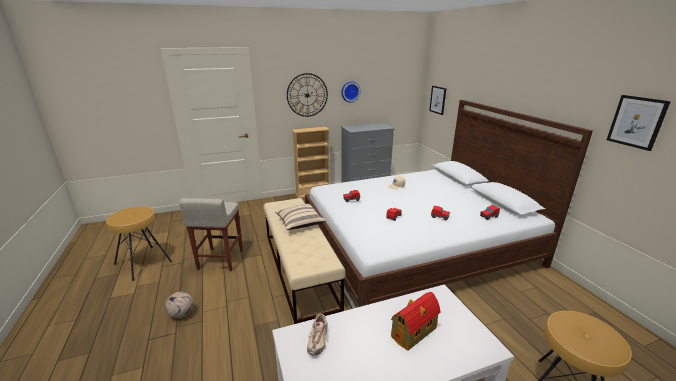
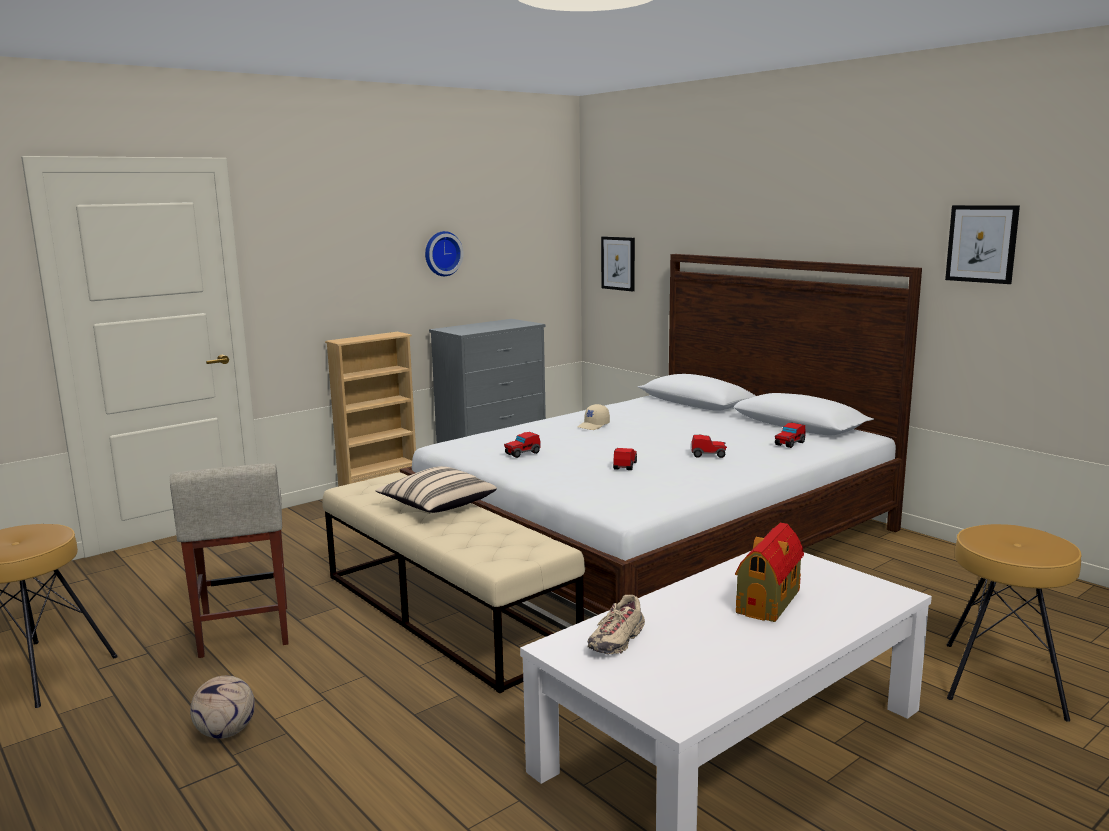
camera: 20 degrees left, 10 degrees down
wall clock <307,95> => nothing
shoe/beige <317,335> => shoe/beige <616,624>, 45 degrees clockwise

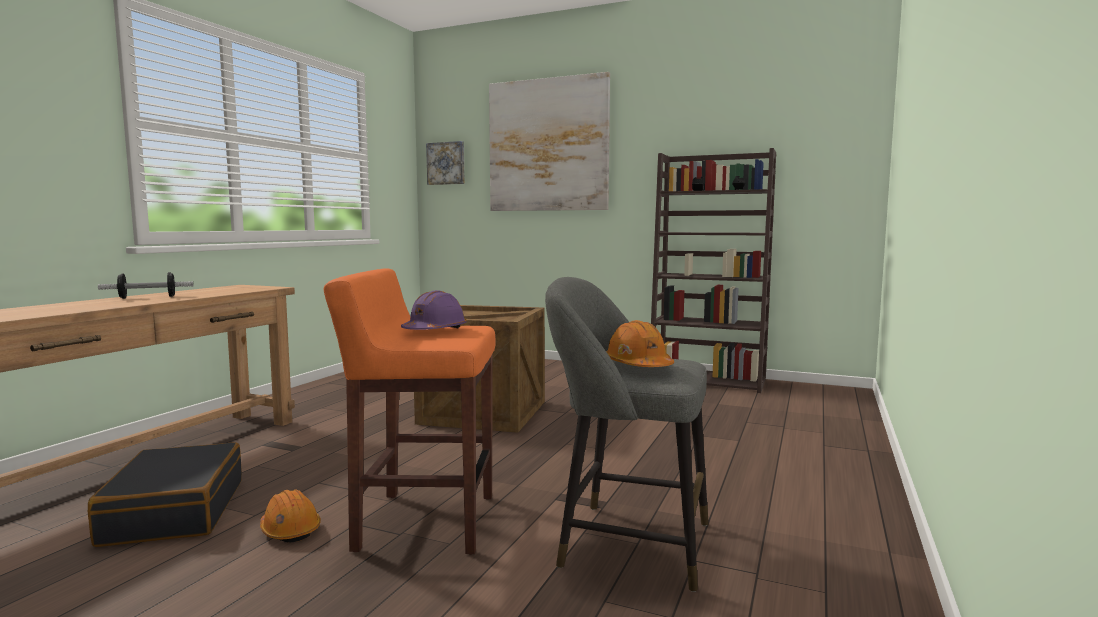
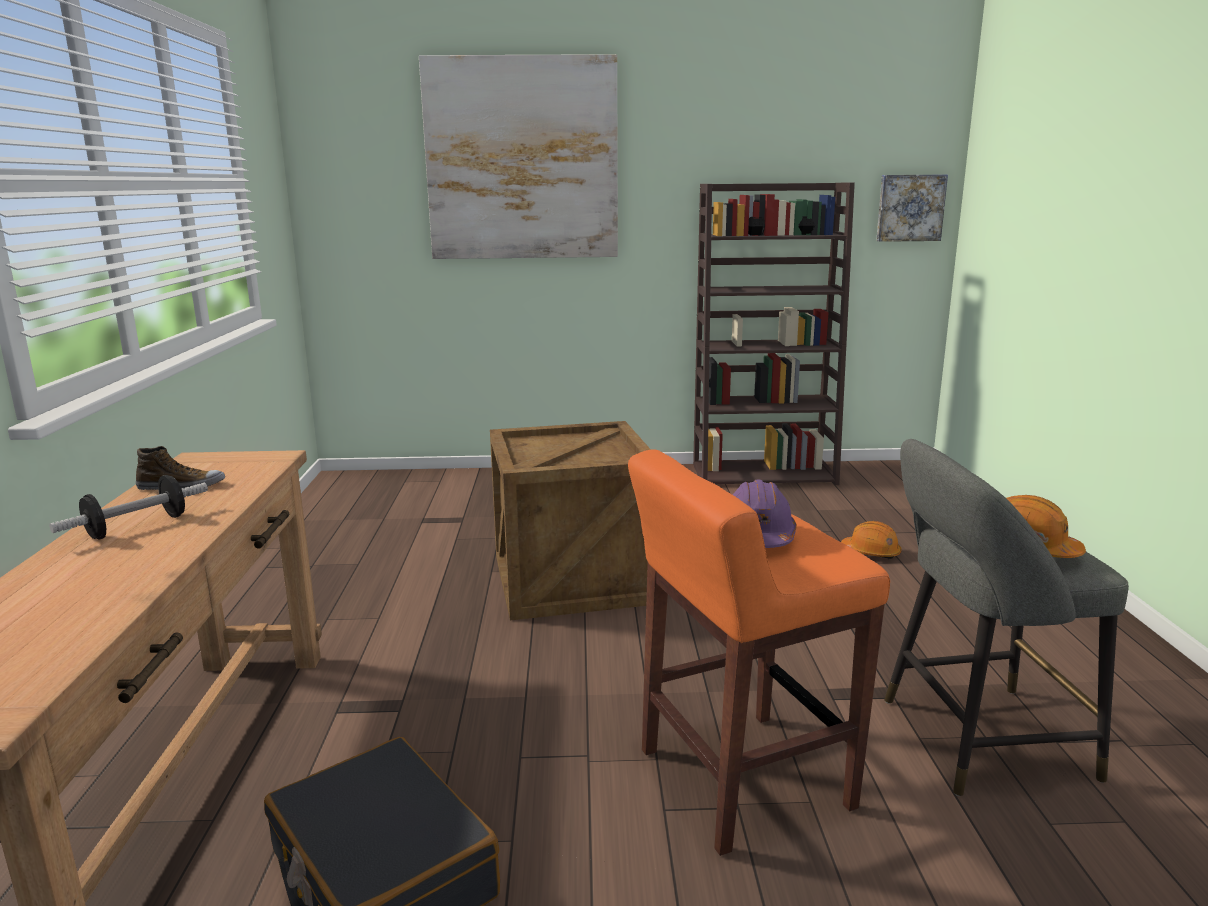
camera: 25 degrees left, 10 degrees up
hard hat/orange <290,516> => hard hat/orange <871,540>, move
picture <445,163> => picture <912,208>, move
nothing => shoe <180,468>

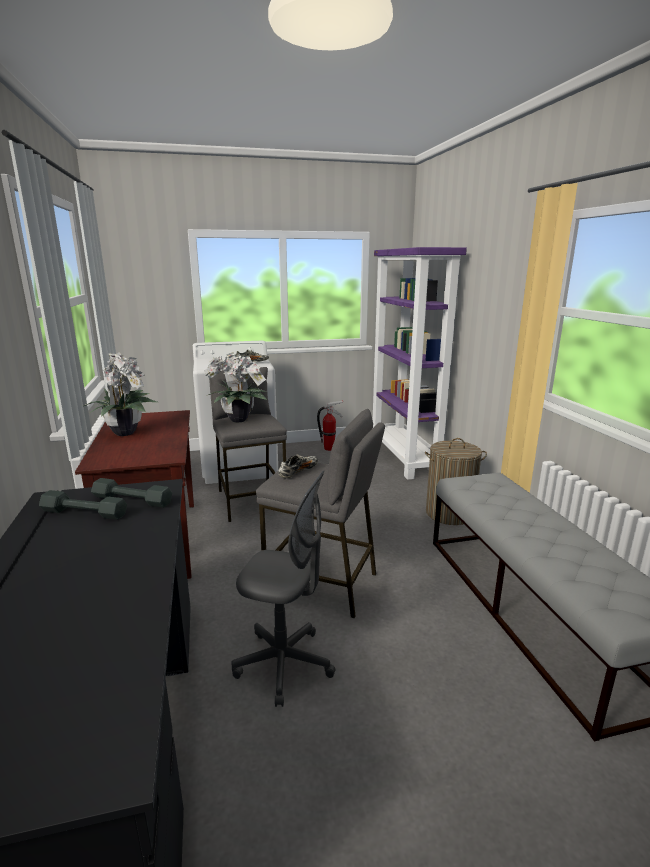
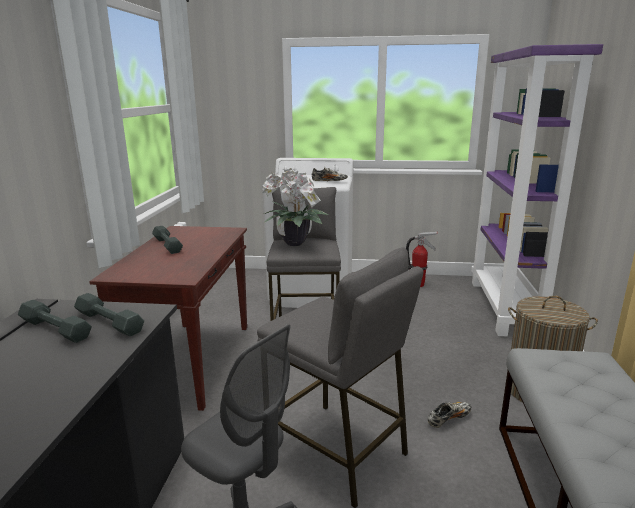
camera: 20 degrees right, 0 degrees up
potted plant <120,394> => dumbbell/grey <167,240>
shoe <298,466> => shoe <449,415>, move

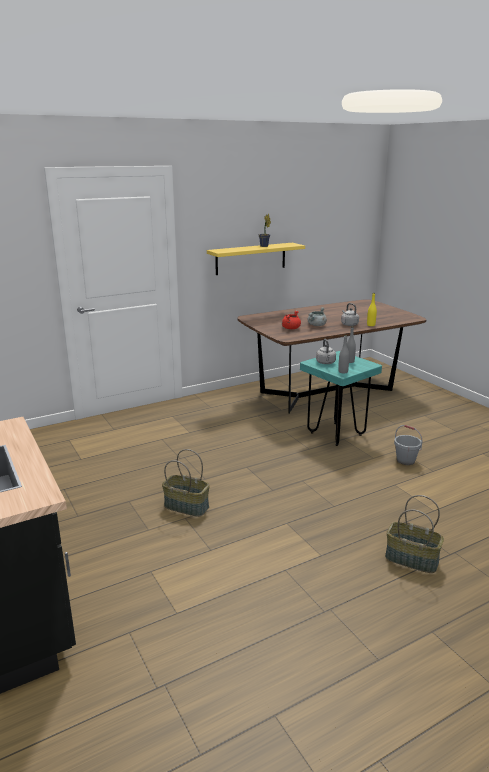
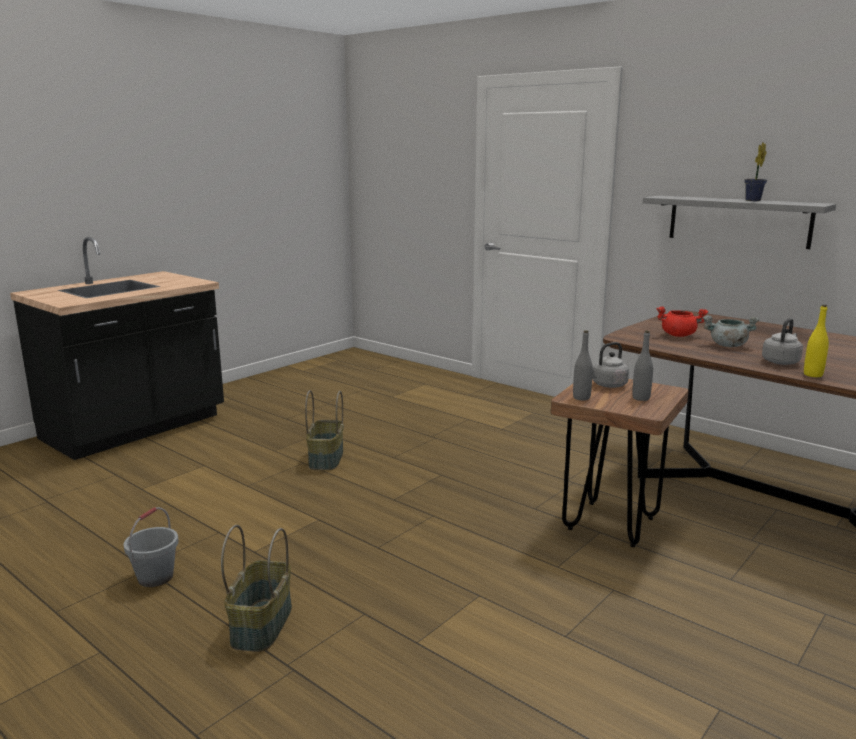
camera: 70 degrees right, 5 degrees down
shelf/yellow <256,259> => shelf/grey <739,222>
stool/turquoise <341,398> => stool/brown <620,463>
bucket/grey <408,445> => bucket/grey <151,547>, move

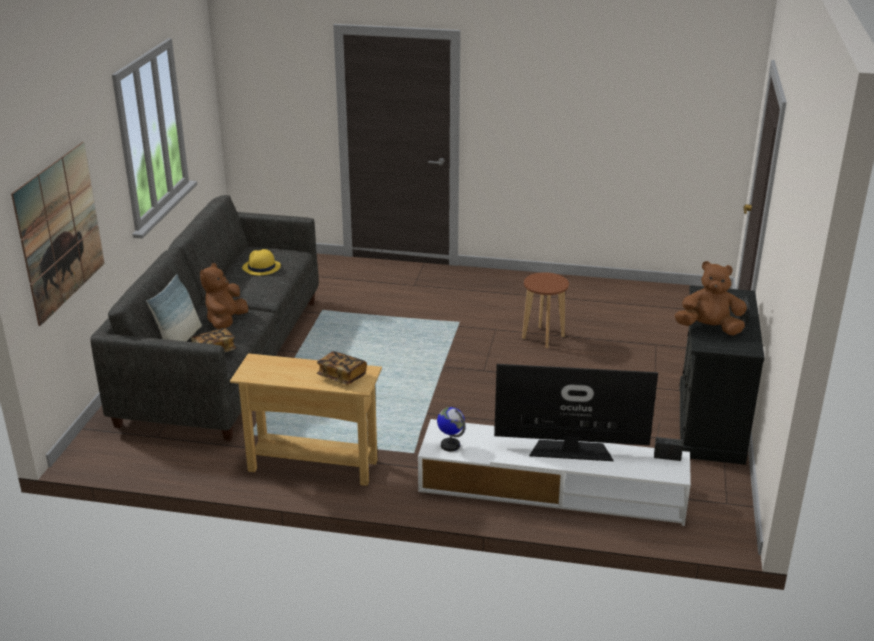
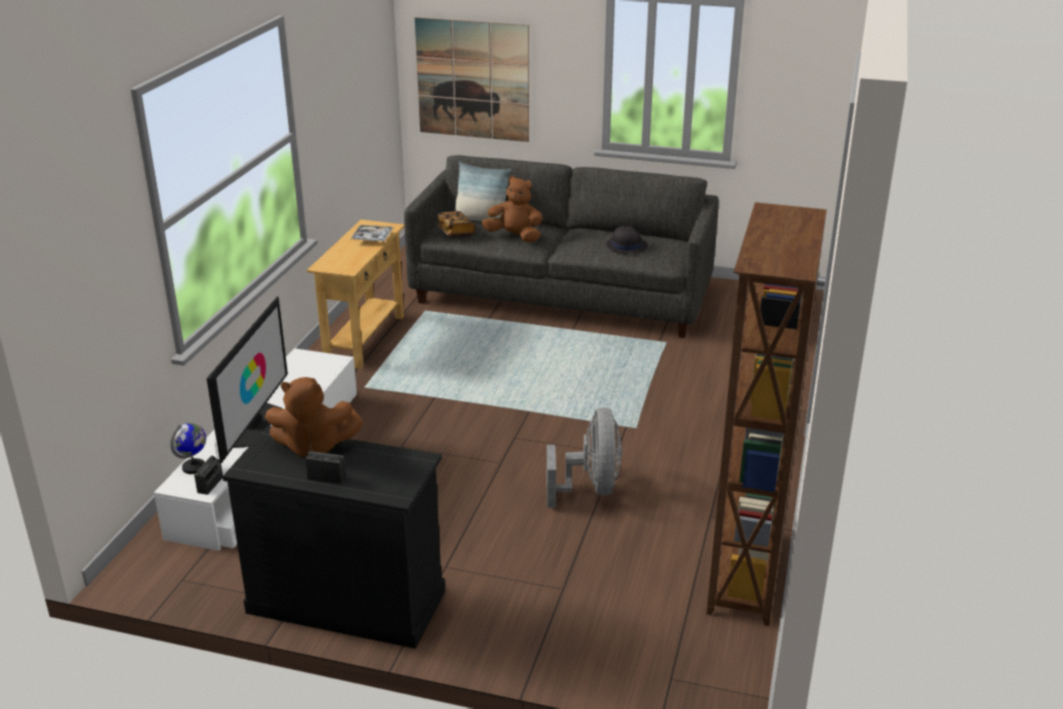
camera: 95 degrees right, 0 degrees up
hat/yellow <261,262> => hat/black <627,239>
book <342,368> => nothing
globe <451,429> => globe <188,448>, move
stool/brown <545,310> => fan/grey <584,458>
plush toy/brown <711,298> => plush toy/brown <314,417>, 75 degrees clockwise
nothing => tray <371,233>
nothing => bookcase/brown <766,414>

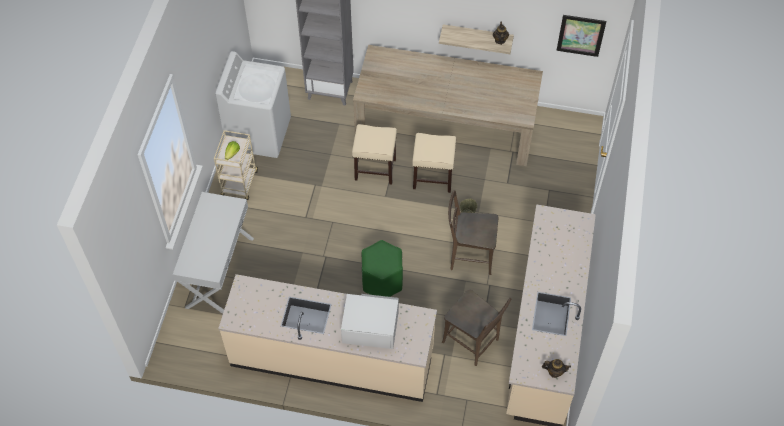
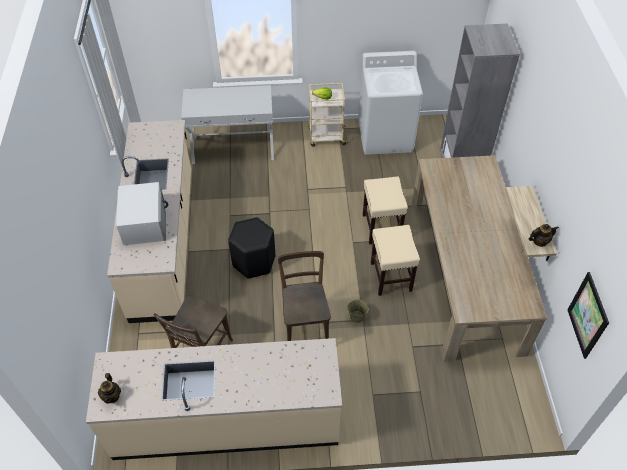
camera: 75 degrees right, 5 degrees down
stool/green <382,268> => stool/black <251,248>

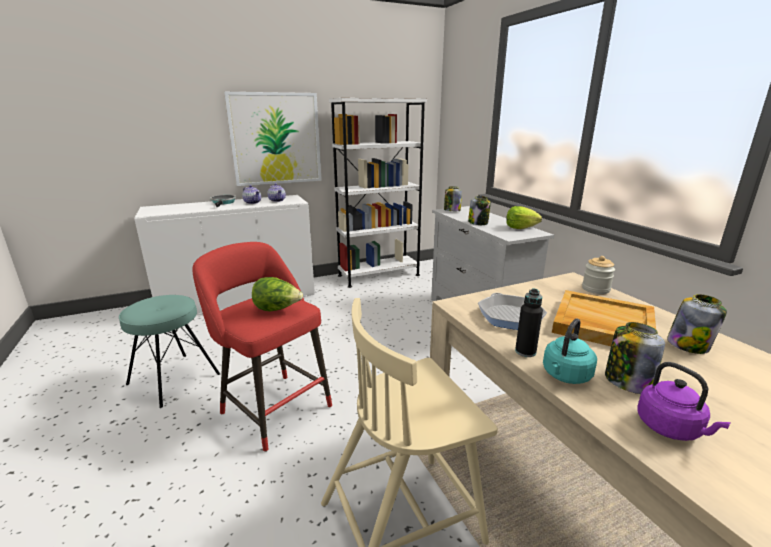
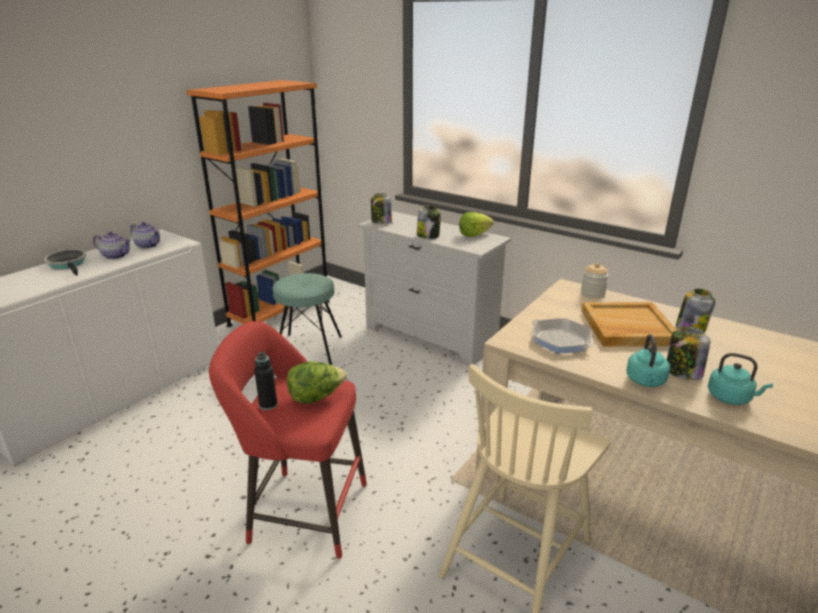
camera: 30 degrees left, 5 degrees up
stool/turquoise <169,351> => stool/turquoise <307,319>, move
picture <273,139> => nothing
bookcase/white <378,193> => bookcase/orange <258,203>
bottle/black <529,322> => bottle/black <265,381>, move
kettle/purple <684,401> => kettle/turquoise <740,379>

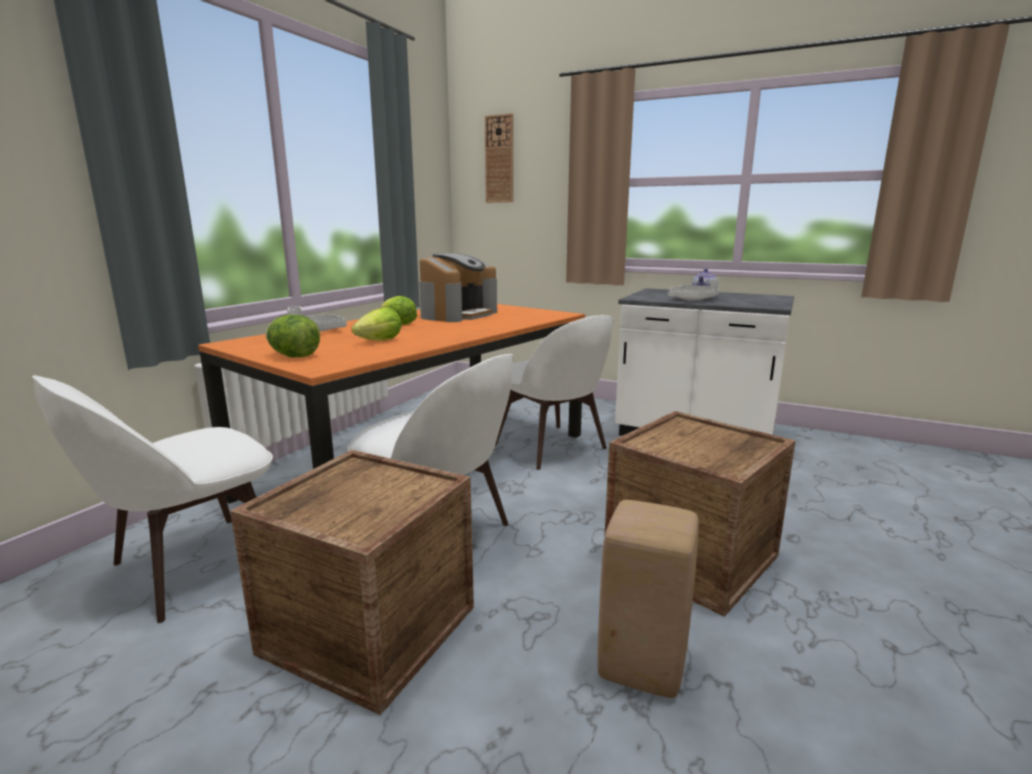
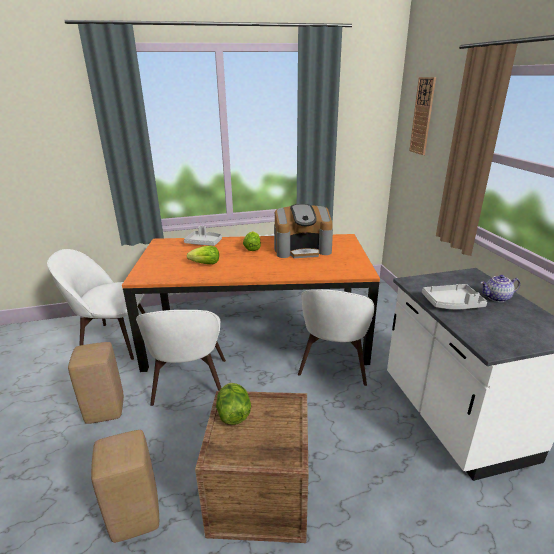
camera: 50 degrees right, 10 degrees up
crate <352,582> => stool/beige <96,383>
lettuce <293,336> => lettuce <233,404>, move

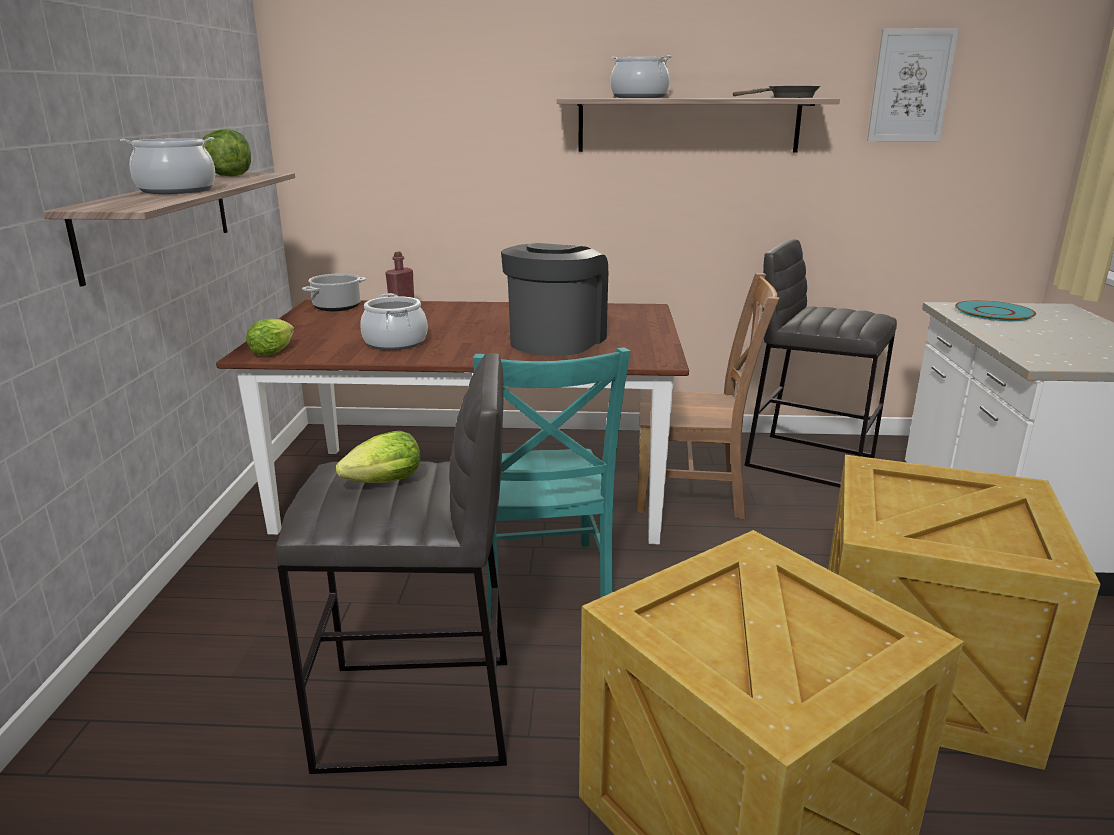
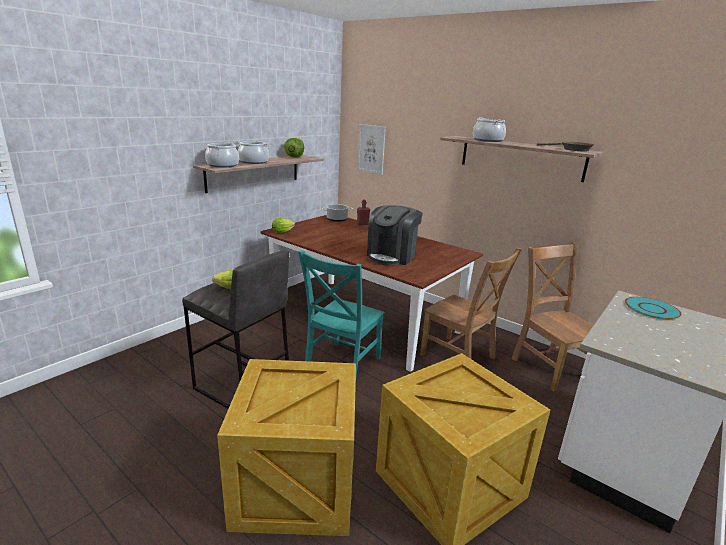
camera: 35 degrees right, 0 degrees up
cooking pot <394,321> => cooking pot <222,154>, move
coffee machine <554,299> => coffee machine <395,235>, 150 degrees clockwise
stool/grey <820,363> => chair/brown <553,316>
picture <913,84> => picture <371,149>, move

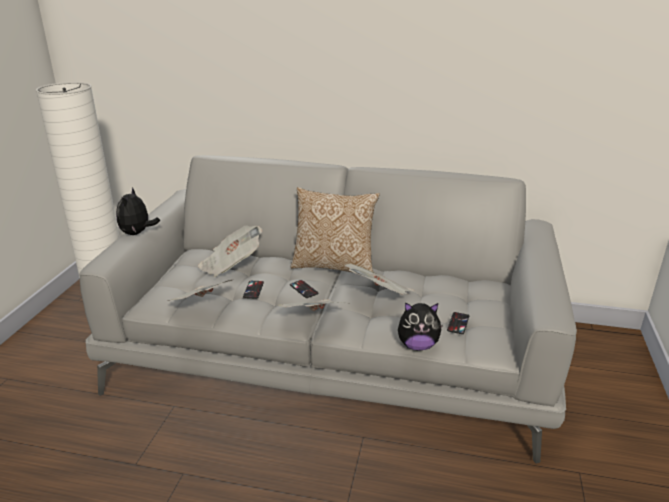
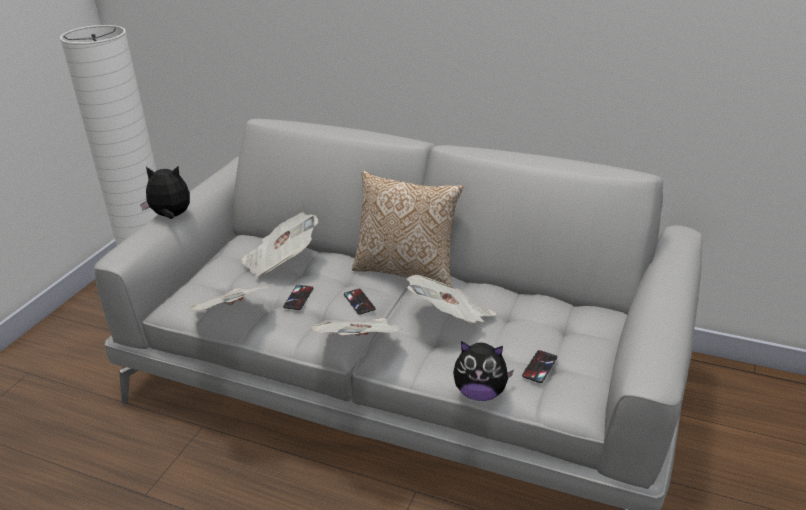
camera: 10 degrees right, 5 degrees up
plush toy <138,211> => plush toy <165,192>, 75 degrees clockwise

